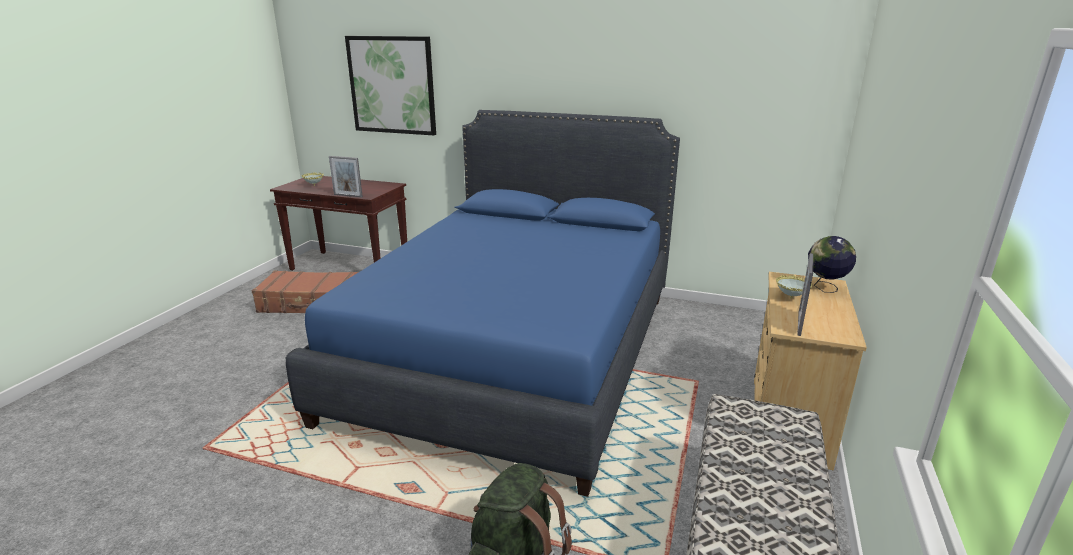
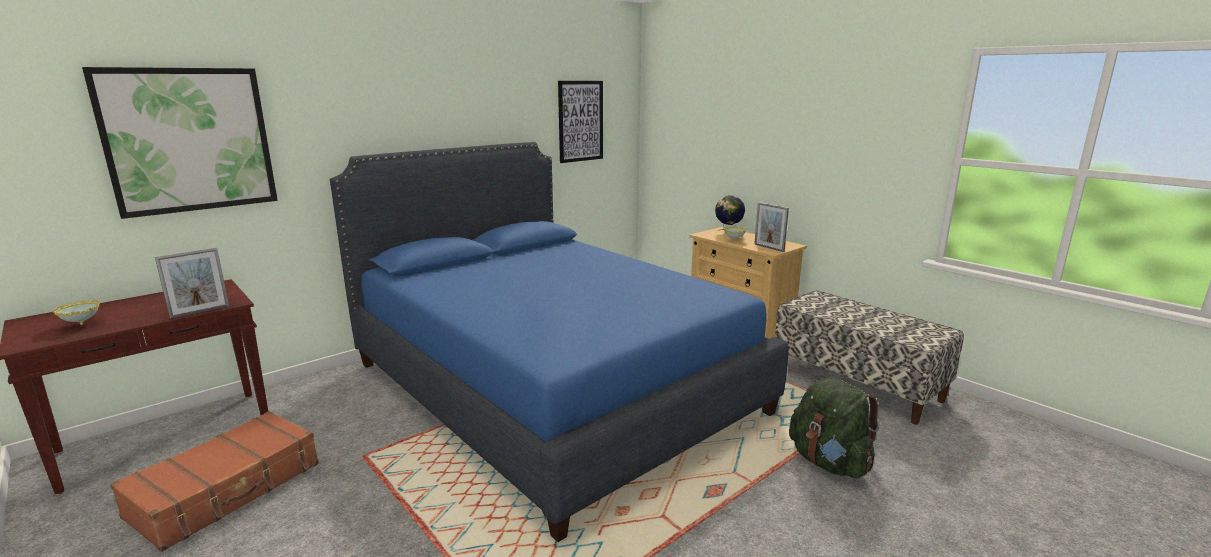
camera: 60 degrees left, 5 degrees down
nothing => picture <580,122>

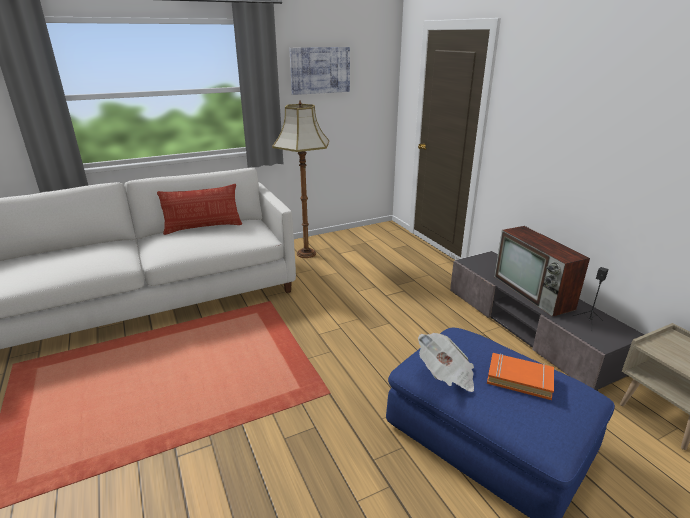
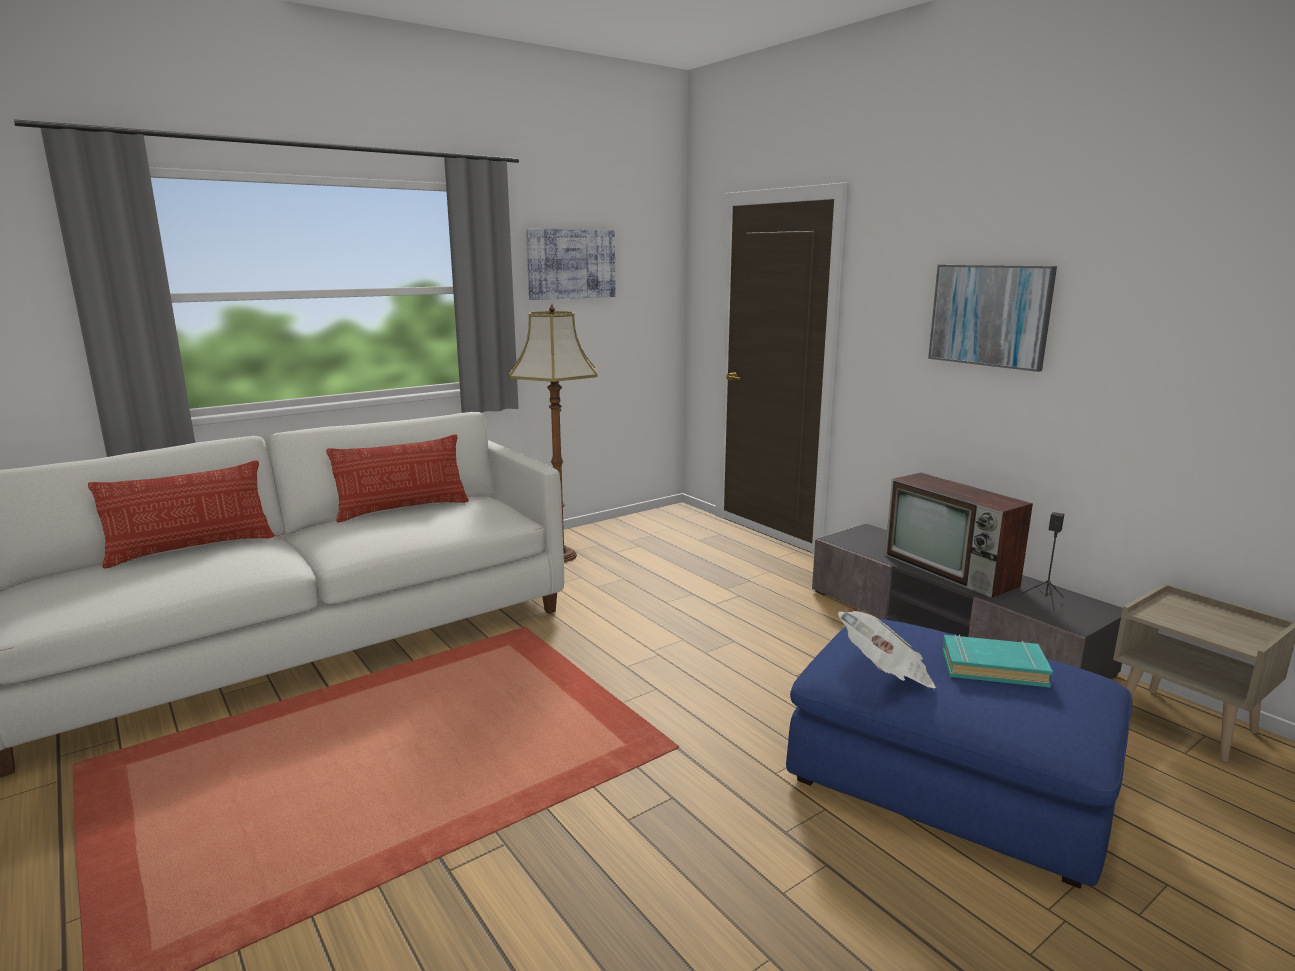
camera: 10 degrees left, 10 degrees down
book/orange <520,376> => book/turquoise <997,660>
nothing => pillow <181,514>
nothing => picture <992,318>

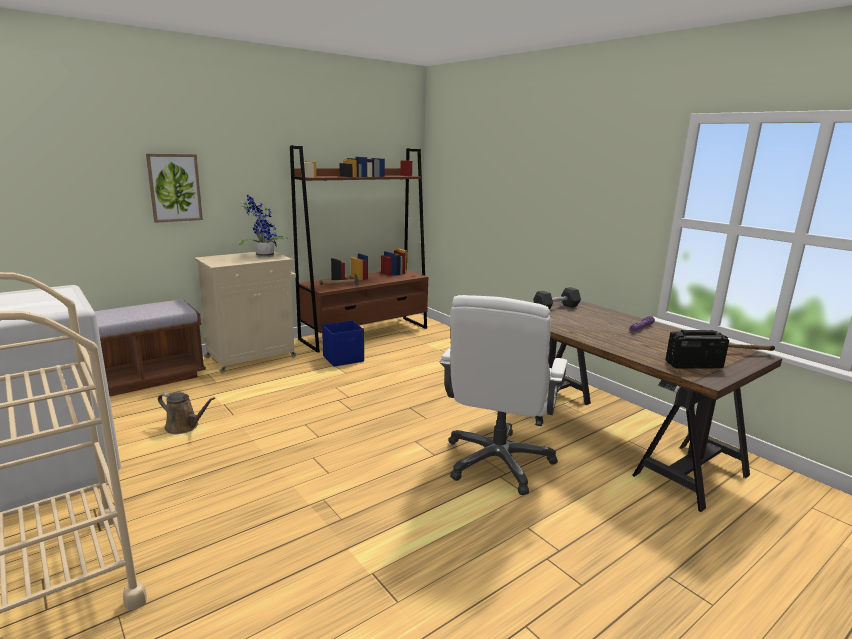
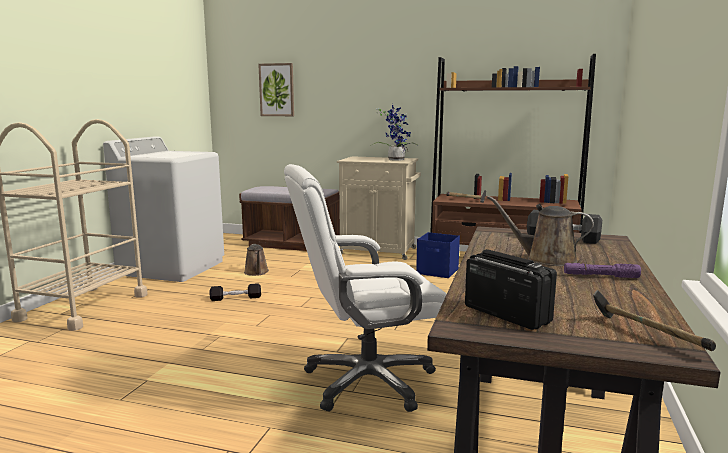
camera: 55 degrees right, 5 degrees down
picture <174,188> => picture <276,89>, move
nothing => dumbbell/black <235,292>
nothing => watering can/brown <540,231>

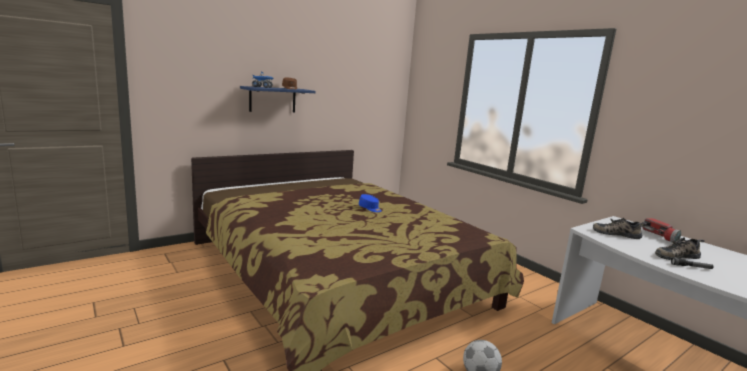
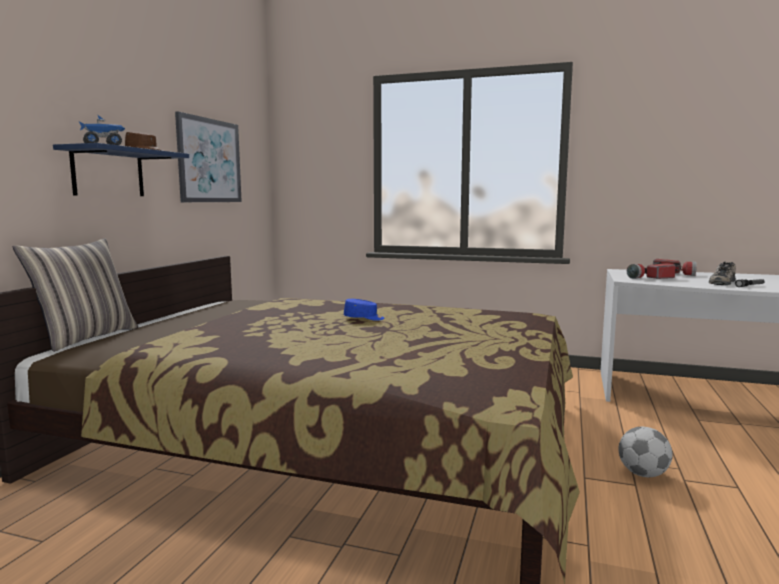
camera: 35 degrees left, 5 degrees down
shoe <620,228> => flashlight <651,271>
nothing => pillow <76,295>
nothing => picture <208,156>

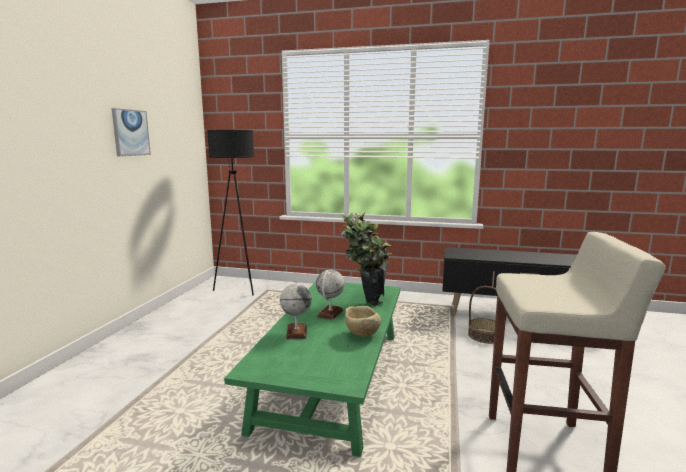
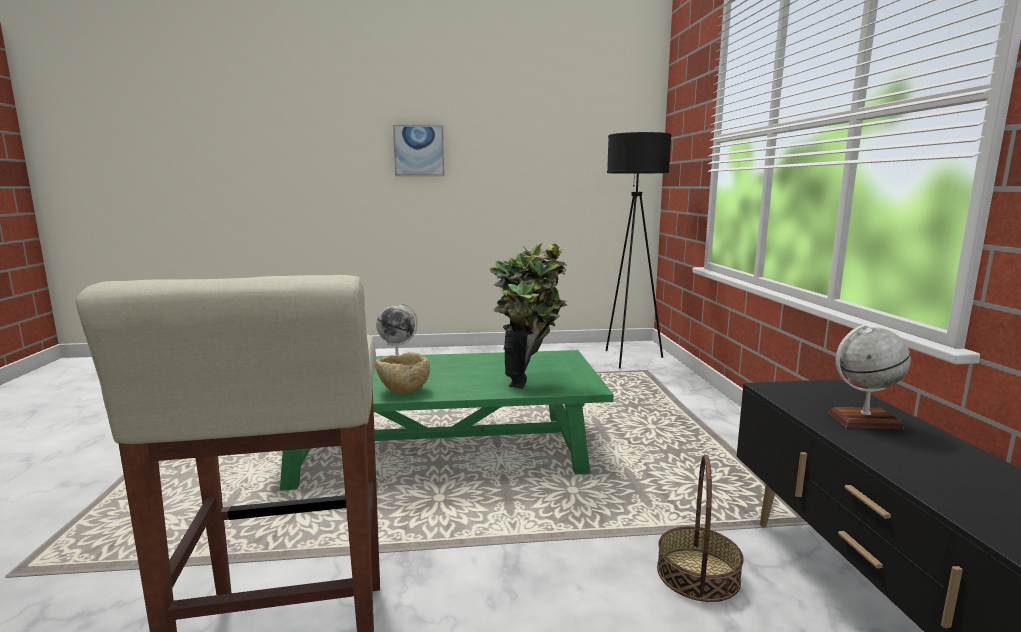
camera: 70 degrees right, 0 degrees up
picture <131,132> => picture <418,150>, move
globe <330,295> => globe <869,376>, move

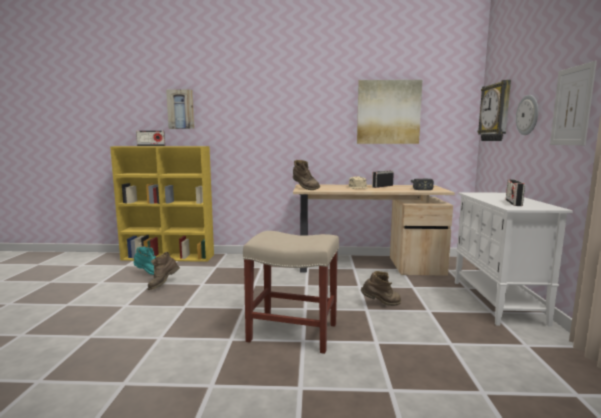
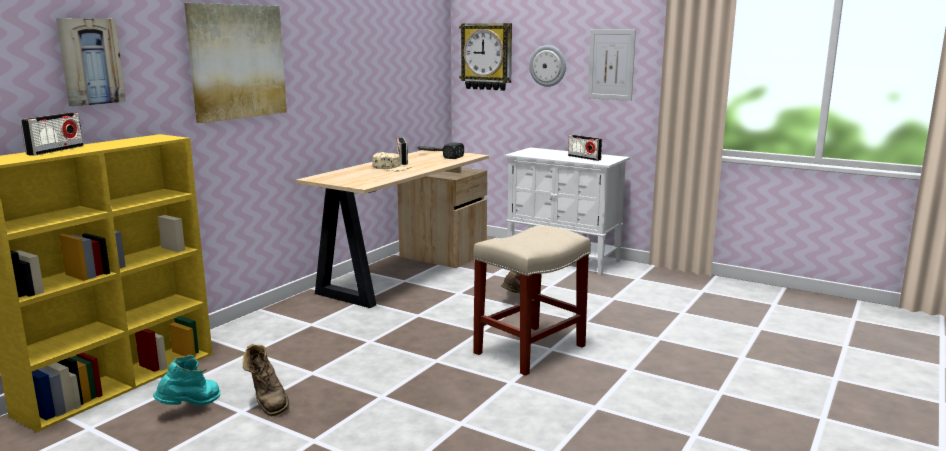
camera: 60 degrees left, 5 degrees up
boot/brown <306,175> => nothing
picture <389,112> => picture <235,63>, move

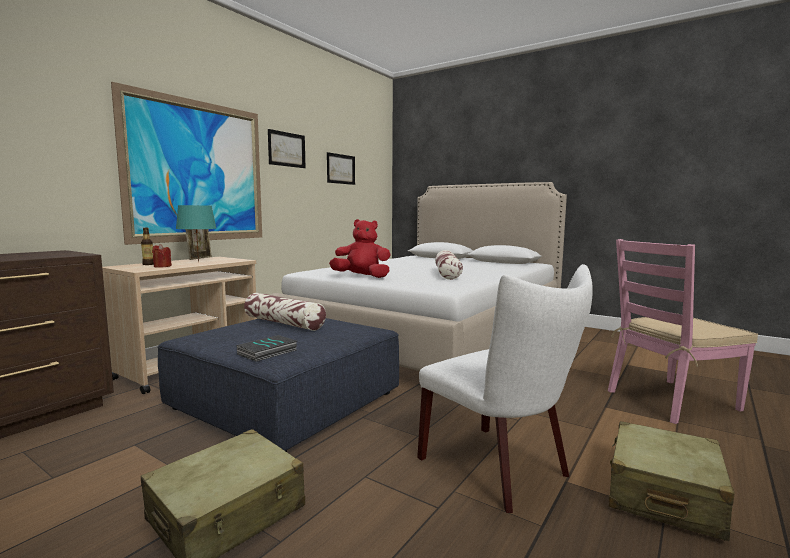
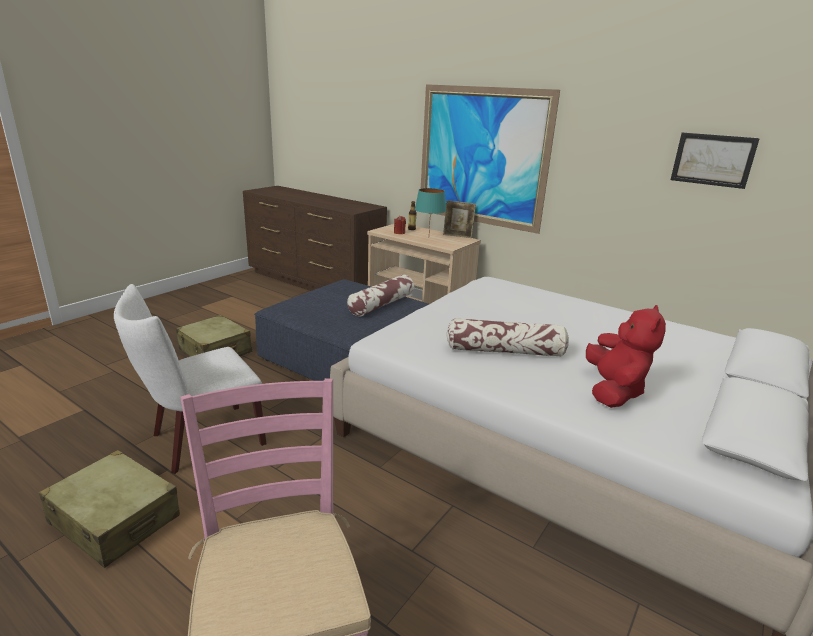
camera: 90 degrees right, 15 degrees up
book <267,348> => nothing
picture <287,148> => nothing
plush toy/red <360,248> => plush toy/red <626,356>, move

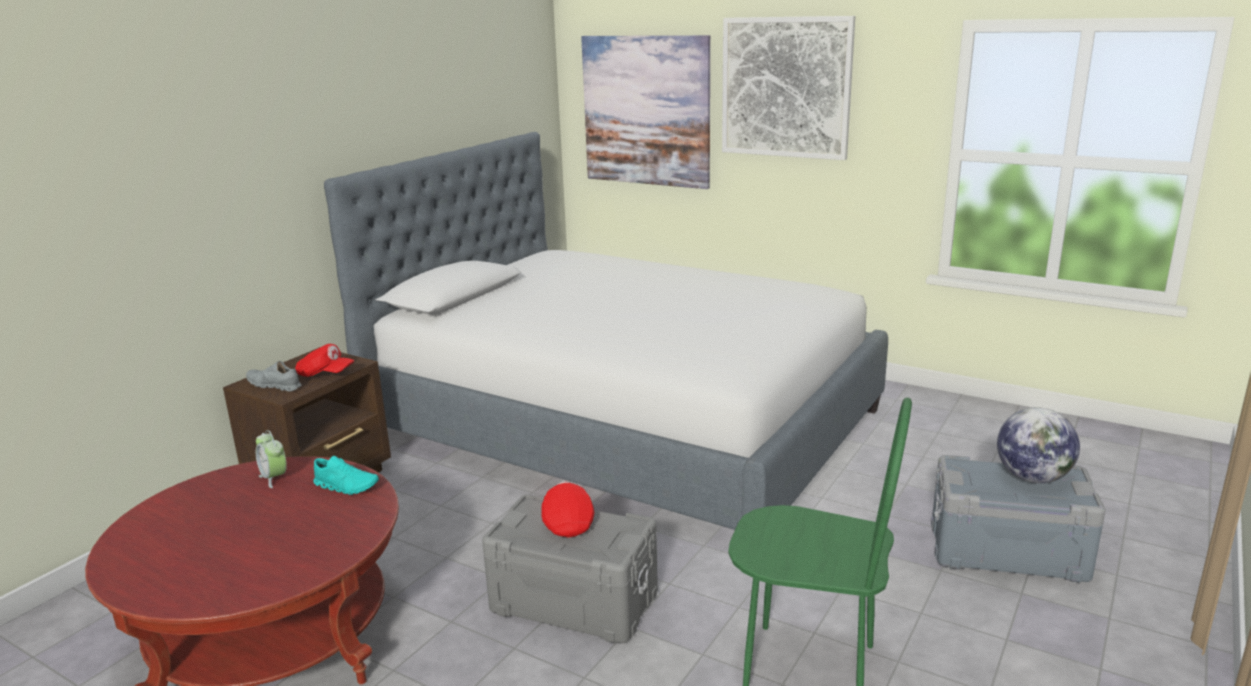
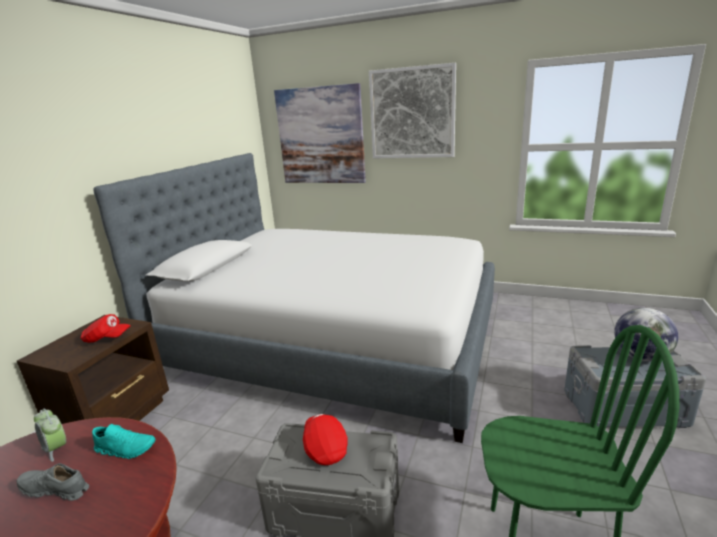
camera: 10 degrees left, 0 degrees up
shoe/grey <274,376> => shoe/grey <52,482>, move

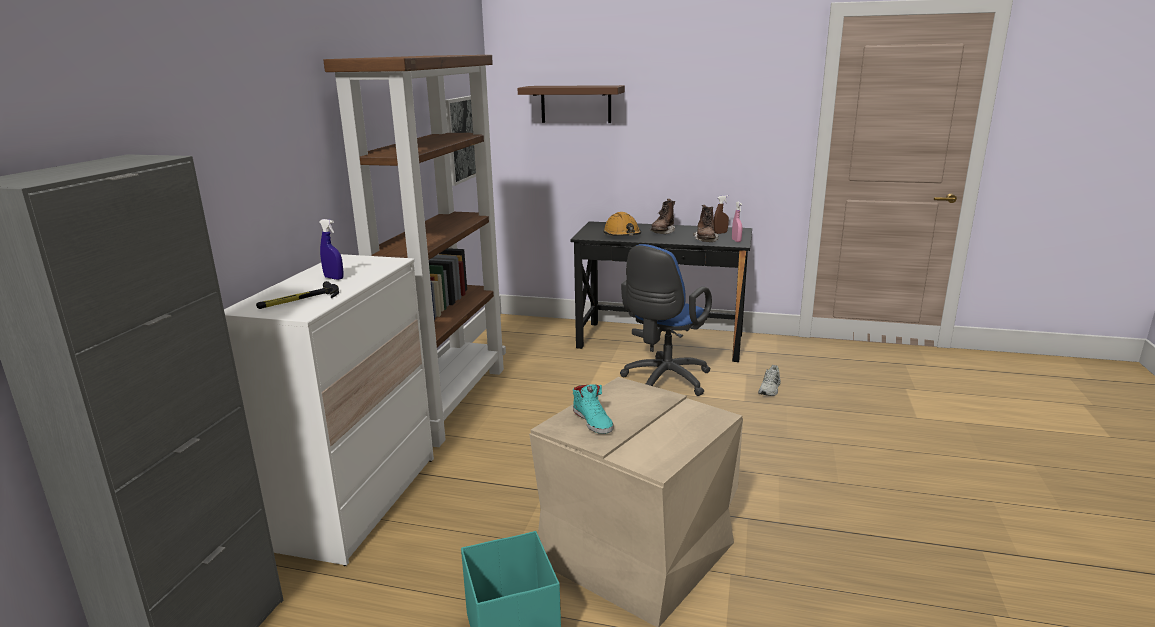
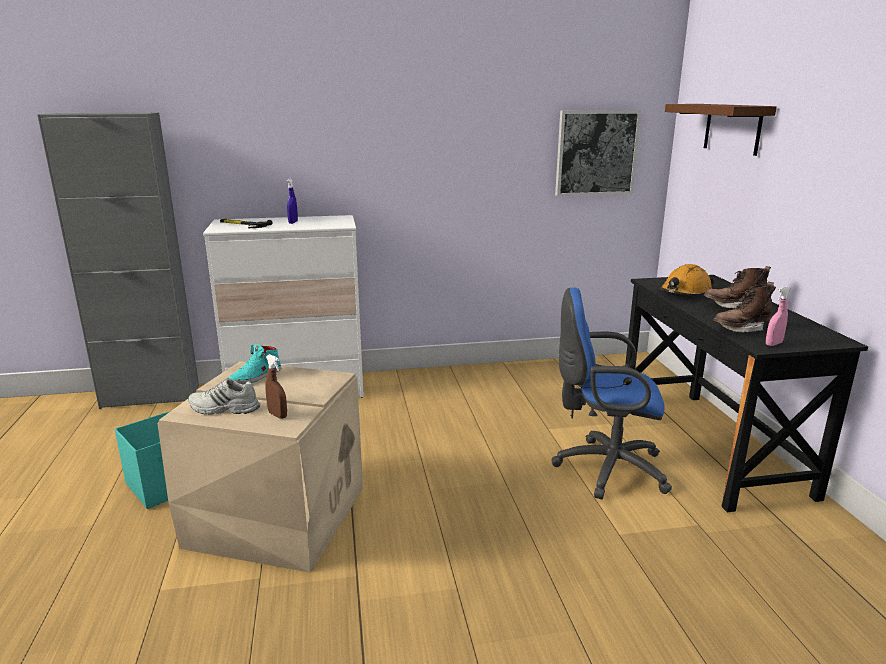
camera: 65 degrees right, 0 degrees up
bookcase/brown <414,251> => nothing
spray bottle/brown <721,214> => spray bottle/brown <276,386>, move
shoe/white <769,380> => shoe/white <224,396>, move

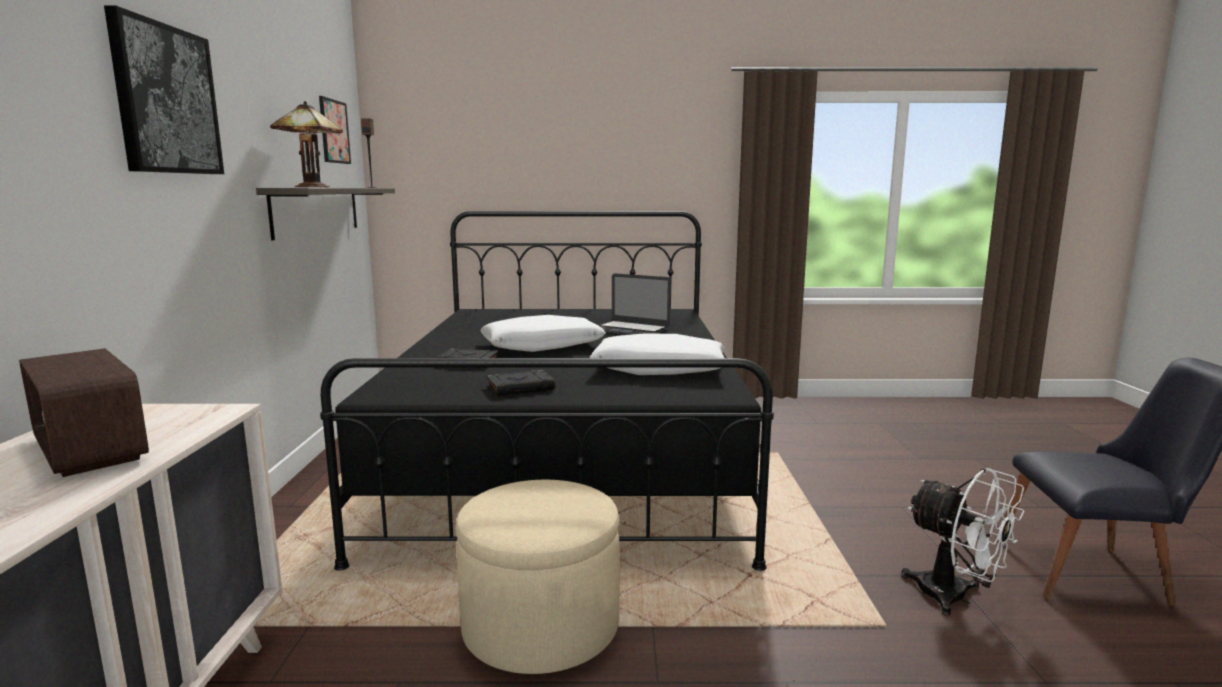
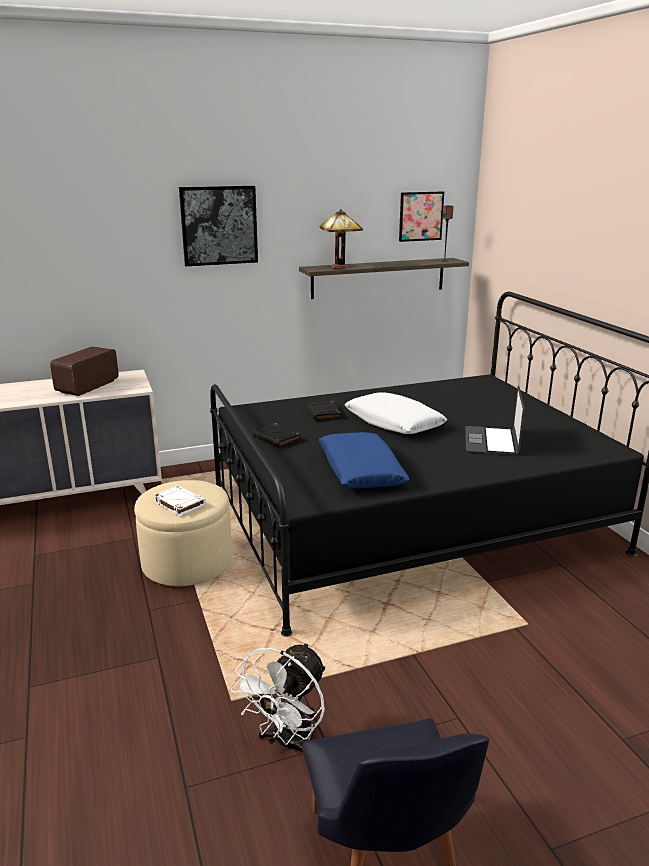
camera: 70 degrees right, 10 degrees up
pillow/white <657,354> => pillow/blue <364,460>
nothing => book/white <180,500>

